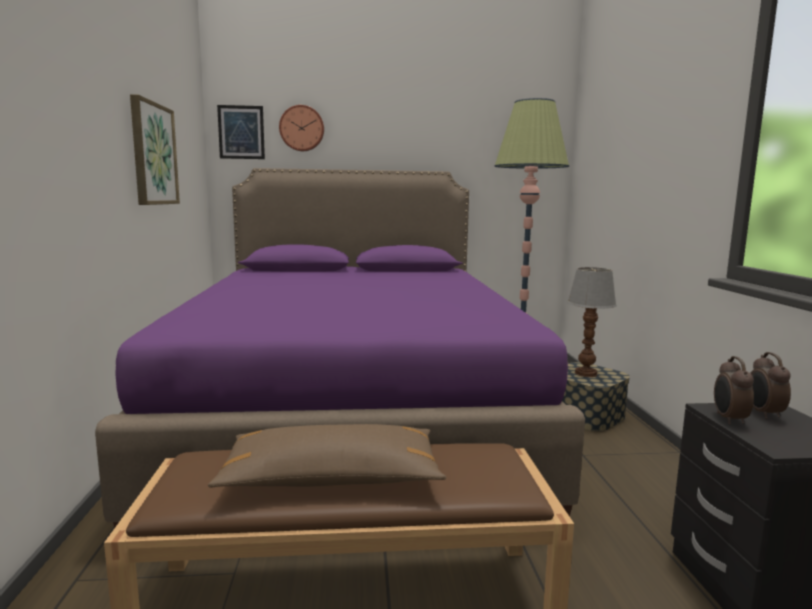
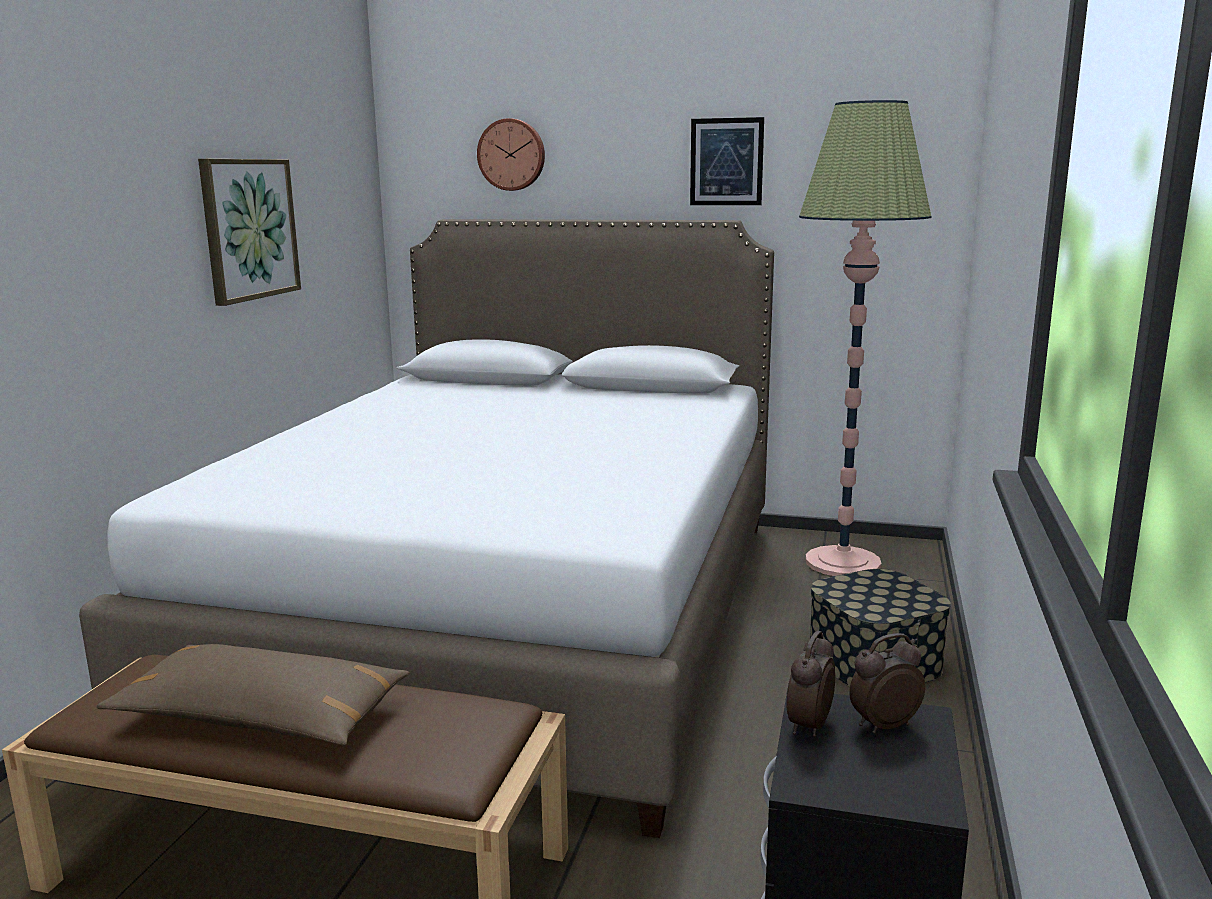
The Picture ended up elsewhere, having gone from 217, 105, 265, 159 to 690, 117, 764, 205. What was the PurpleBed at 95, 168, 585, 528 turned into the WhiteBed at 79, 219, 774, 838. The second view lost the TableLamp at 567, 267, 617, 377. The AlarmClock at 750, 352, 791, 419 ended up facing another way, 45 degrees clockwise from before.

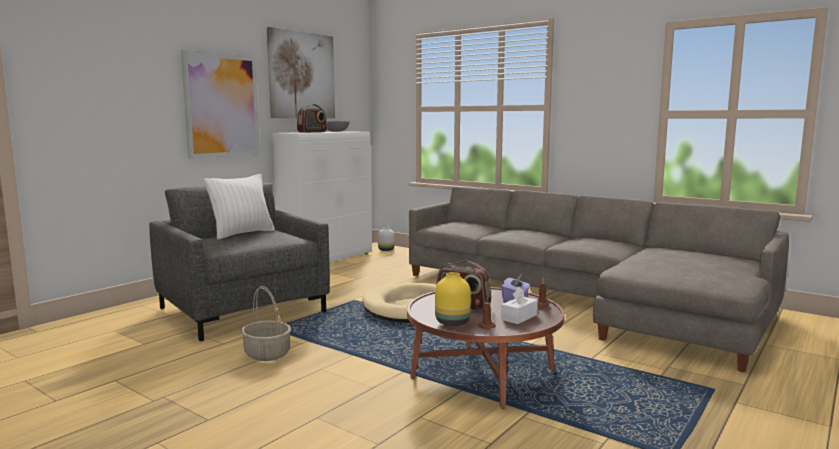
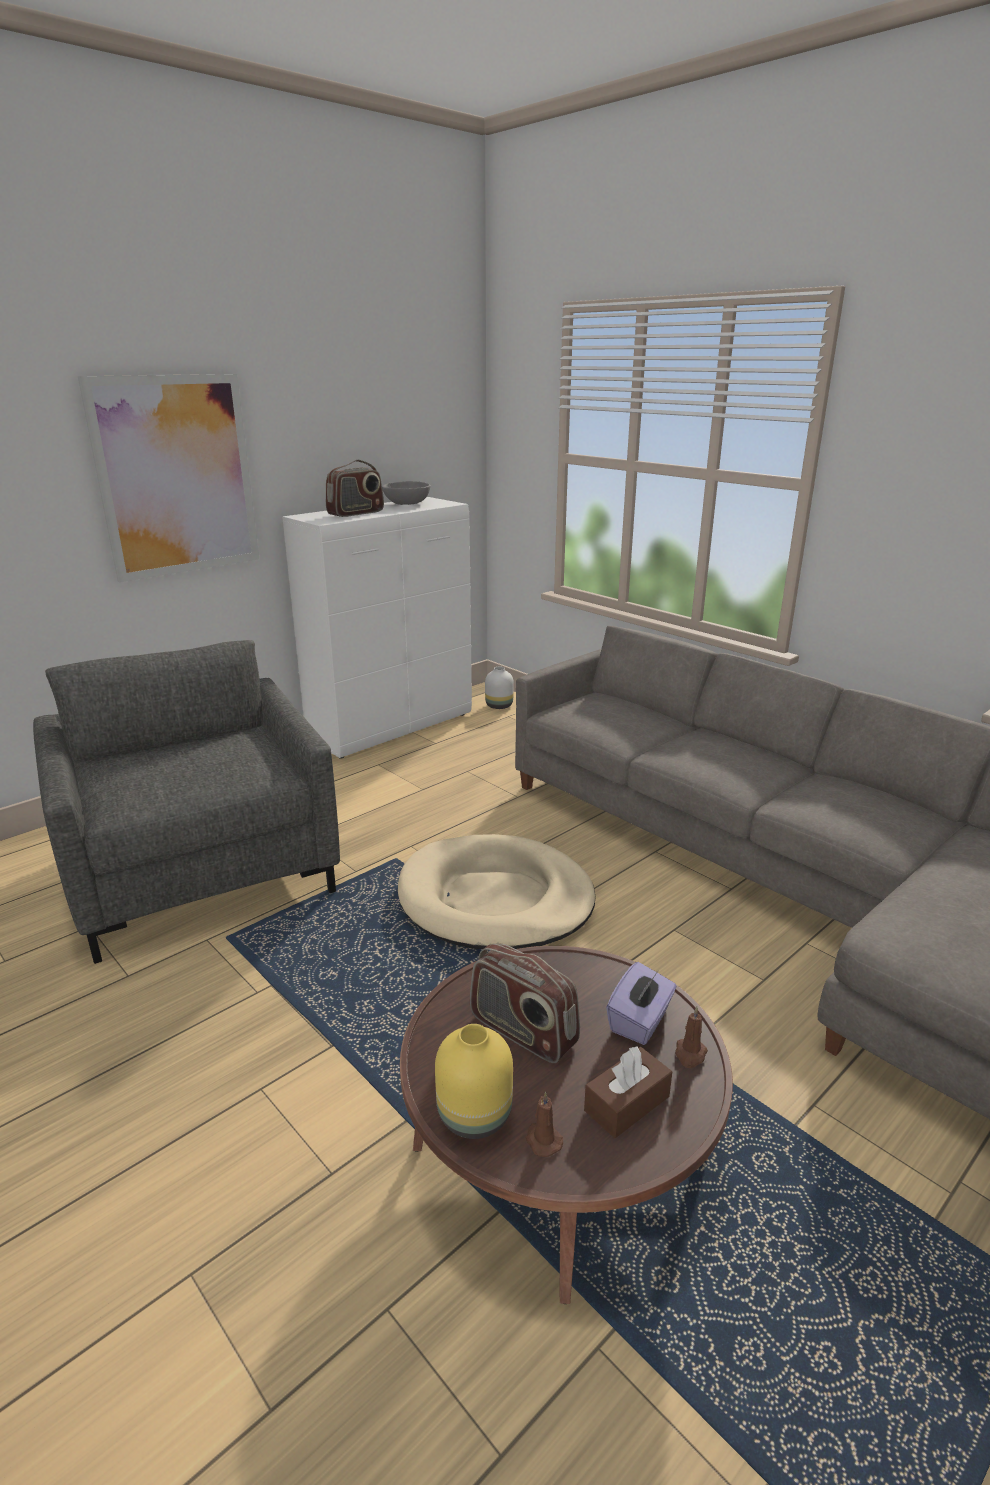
The second view lost the Picture at 267, 27, 335, 118. The second view lost the WhitePillow at 204, 174, 275, 239. The second view lost the Basket at 241, 286, 291, 361. What was the WhiteTissueBox at 501, 287, 538, 324 turned into the BrownTissueBox at 584, 1047, 672, 1138.

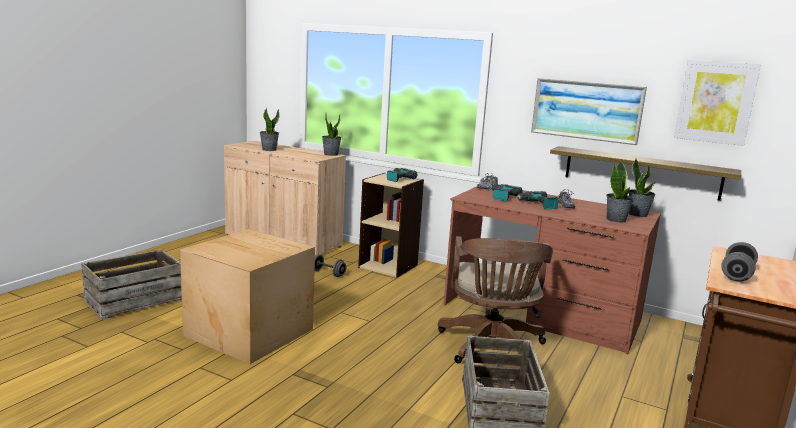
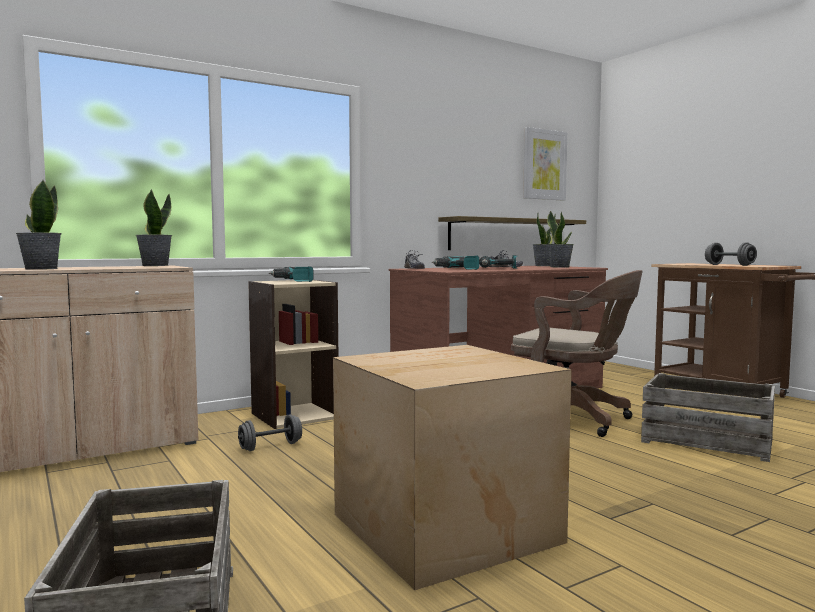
The second view lost the Picture at 531, 78, 647, 145.

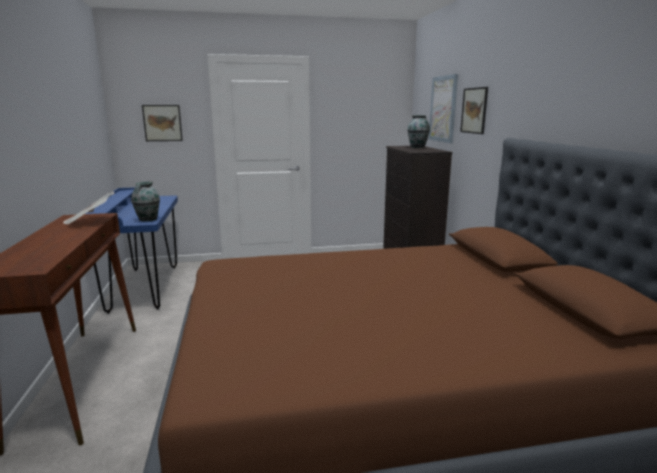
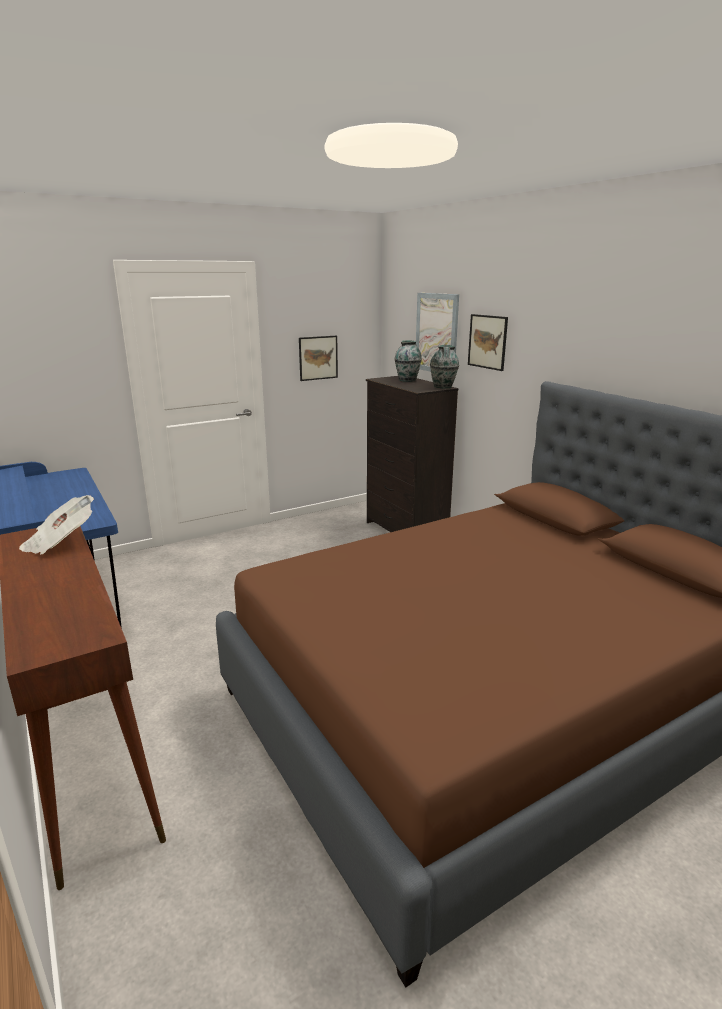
The Picture ended up elsewhere, having gone from 142, 105, 183, 141 to 299, 336, 338, 381. The Vase ended up elsewhere, having gone from 131, 181, 160, 222 to 430, 344, 459, 389.

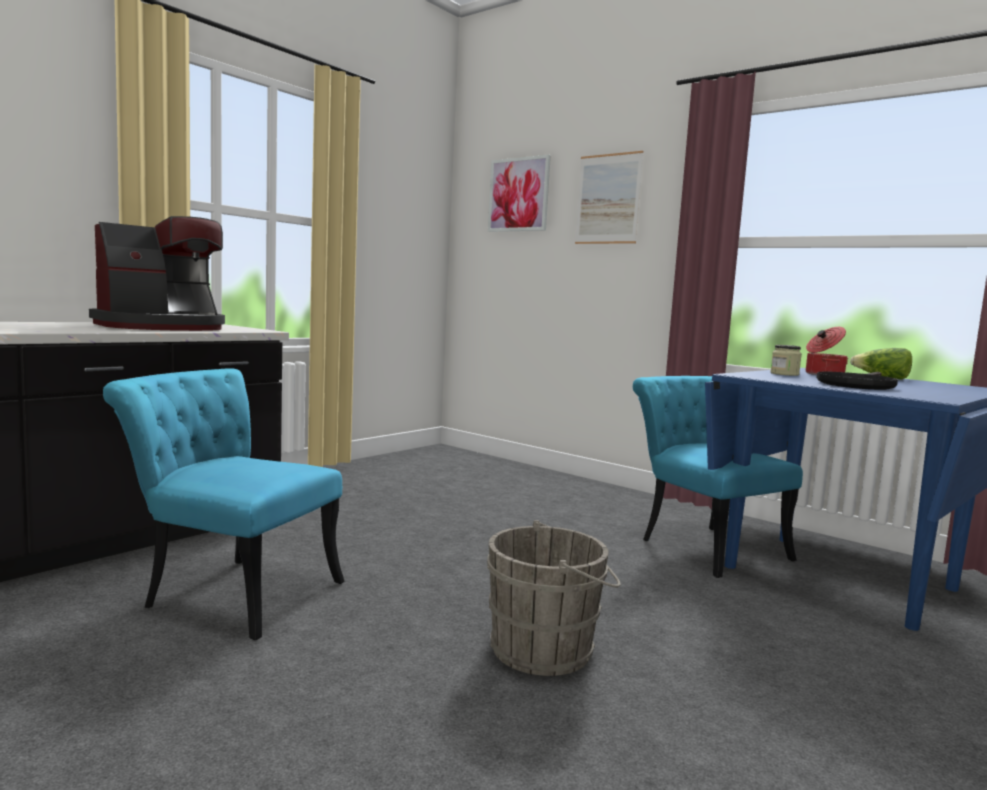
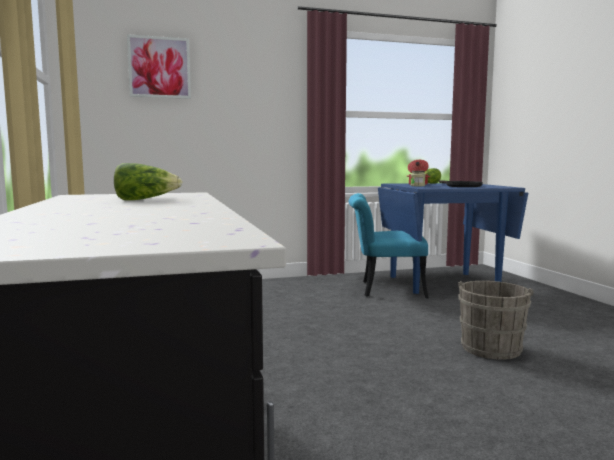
The second view lost the Picture at 575, 151, 643, 244. Where the CoffeeMachine stood at 89, 216, 225, 331, the Lettuce came to stand at 114, 163, 182, 200. The second view lost the TurquoiseChair at 103, 368, 345, 640.

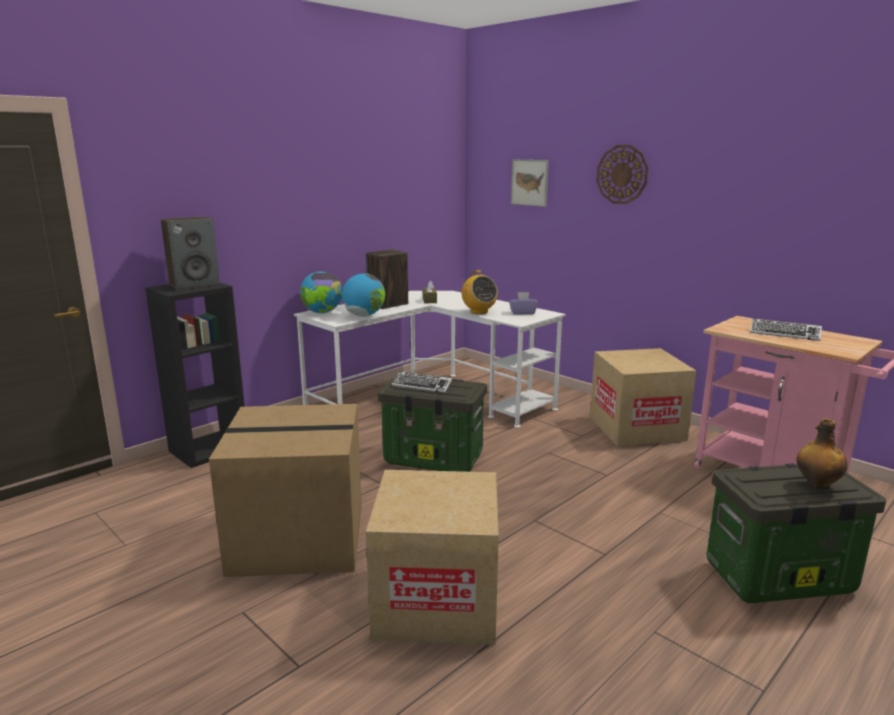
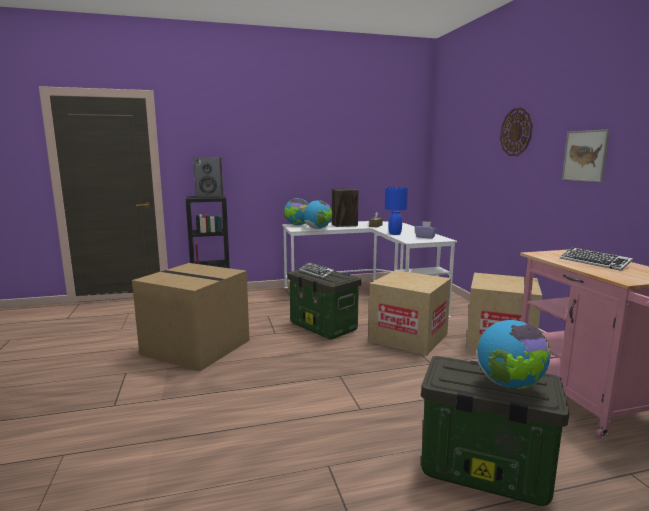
The Picture ended up elsewhere, having gone from 511, 160, 549, 207 to 562, 129, 610, 182. Where the Radio stood at 462, 270, 498, 314, the BlueTableLamp came to stand at 385, 187, 408, 235. Where the Bottle stood at 796, 418, 848, 489, the Globe came to stand at 478, 320, 551, 389. The CardboardBox ended up elsewhere, having gone from 366, 470, 499, 645 to 369, 270, 451, 356.

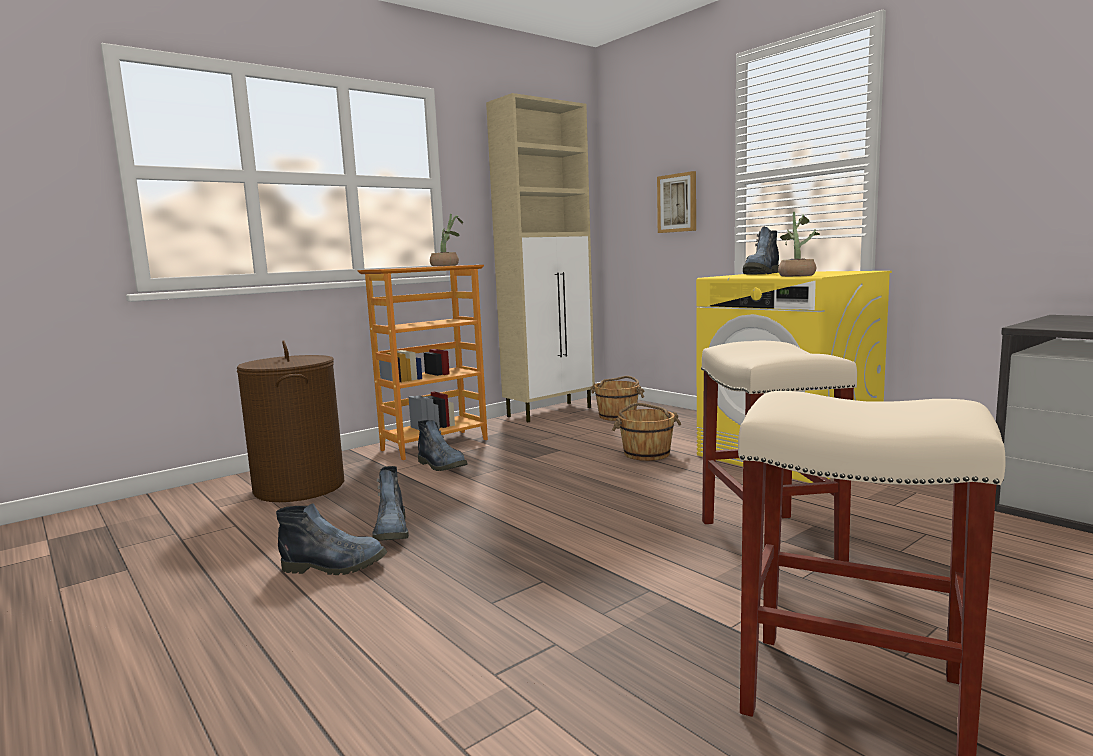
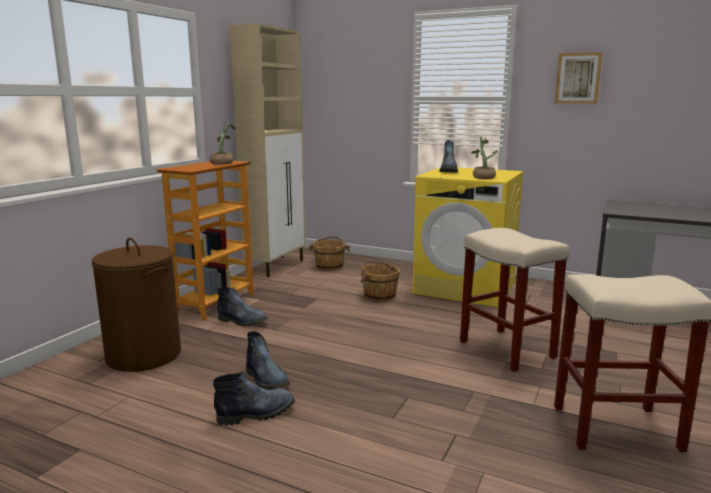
The Picture ended up elsewhere, having gone from 657, 171, 696, 233 to 555, 52, 603, 104.

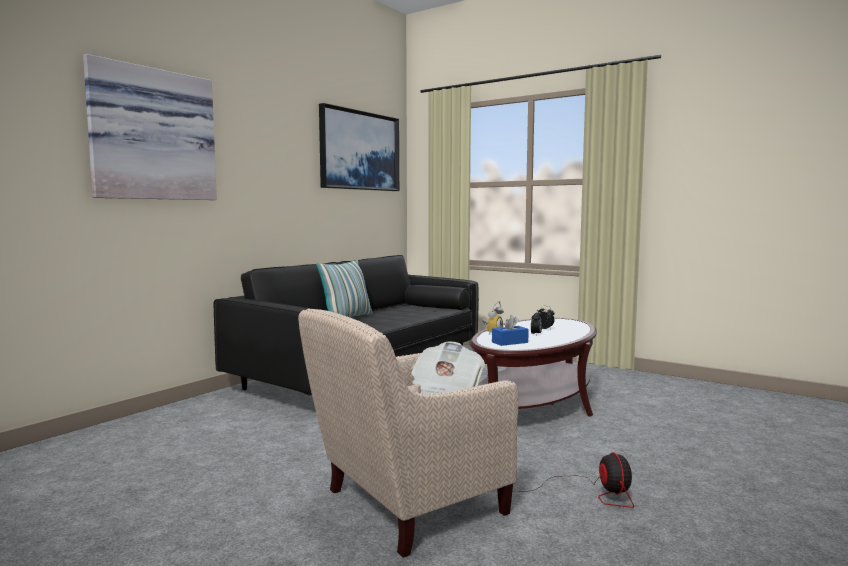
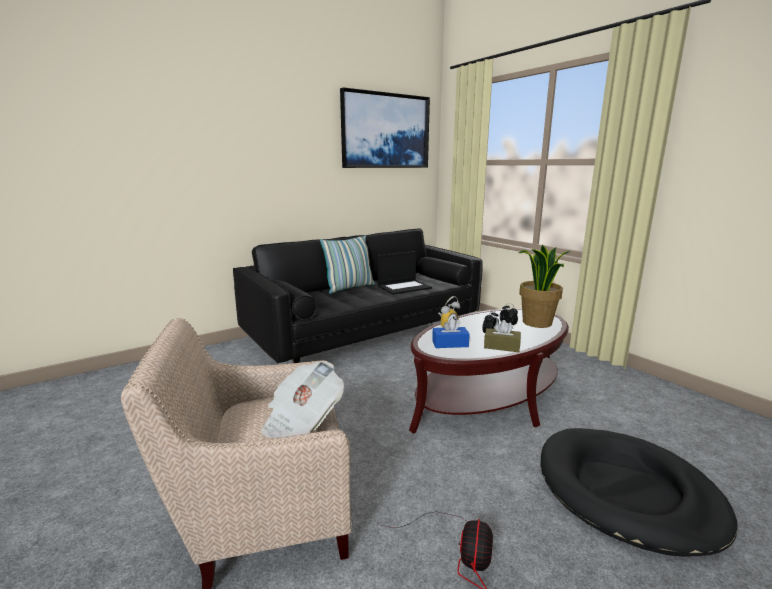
The second view lost the Picture at 83, 54, 217, 200. The second view gained the PottedPlant at 519, 245, 570, 328. The second view gained the Laptop at 378, 251, 432, 295. The second view gained the BrownTissueBox at 484, 320, 521, 352. The second view gained the BlackDogBed at 540, 428, 738, 557.

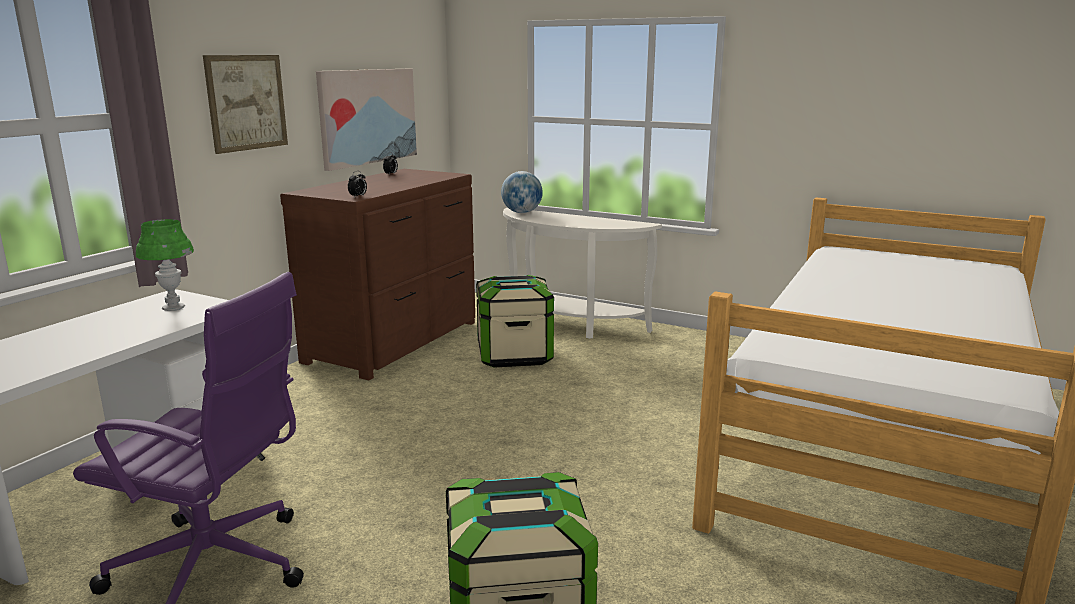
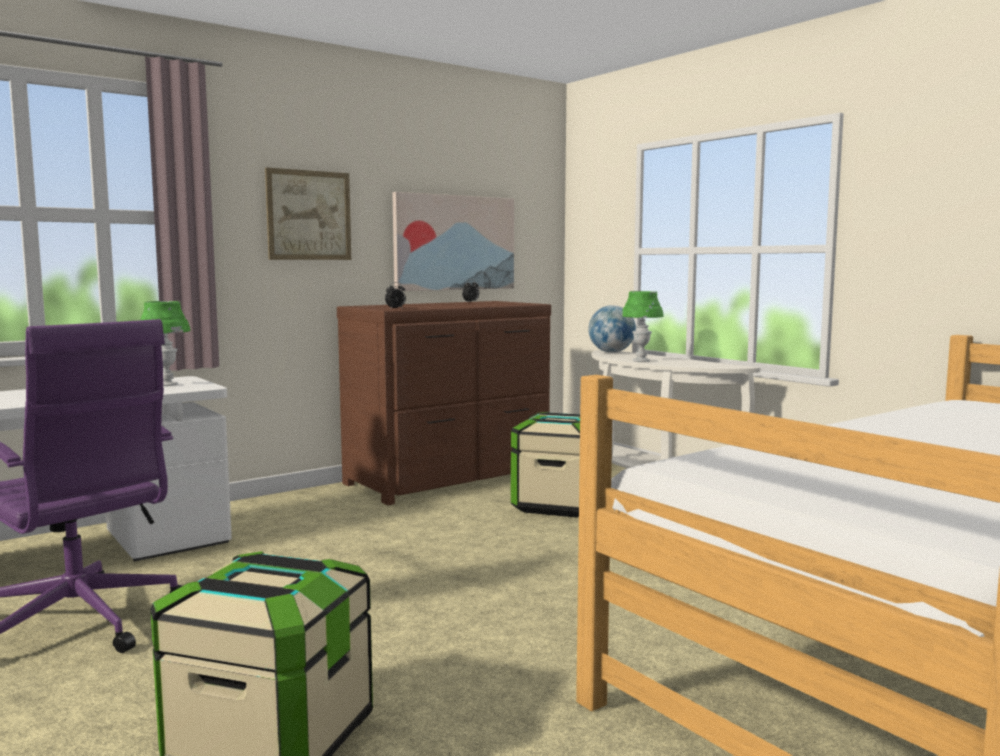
The second view gained the GreenTableLamp at 621, 291, 664, 362.

